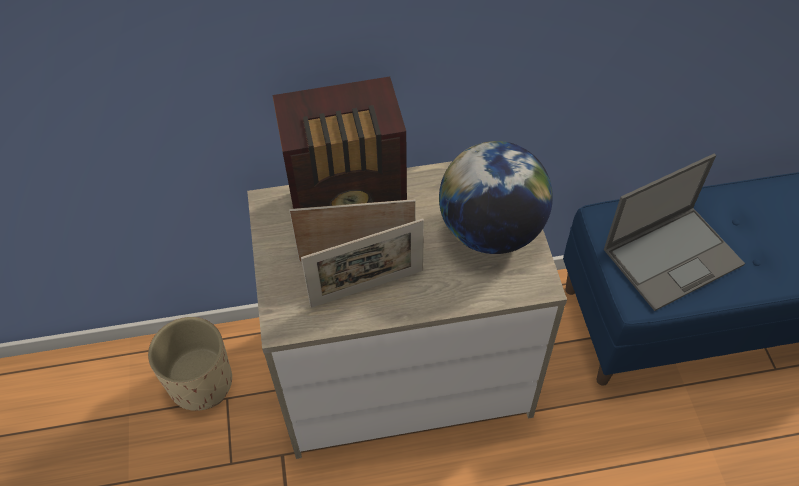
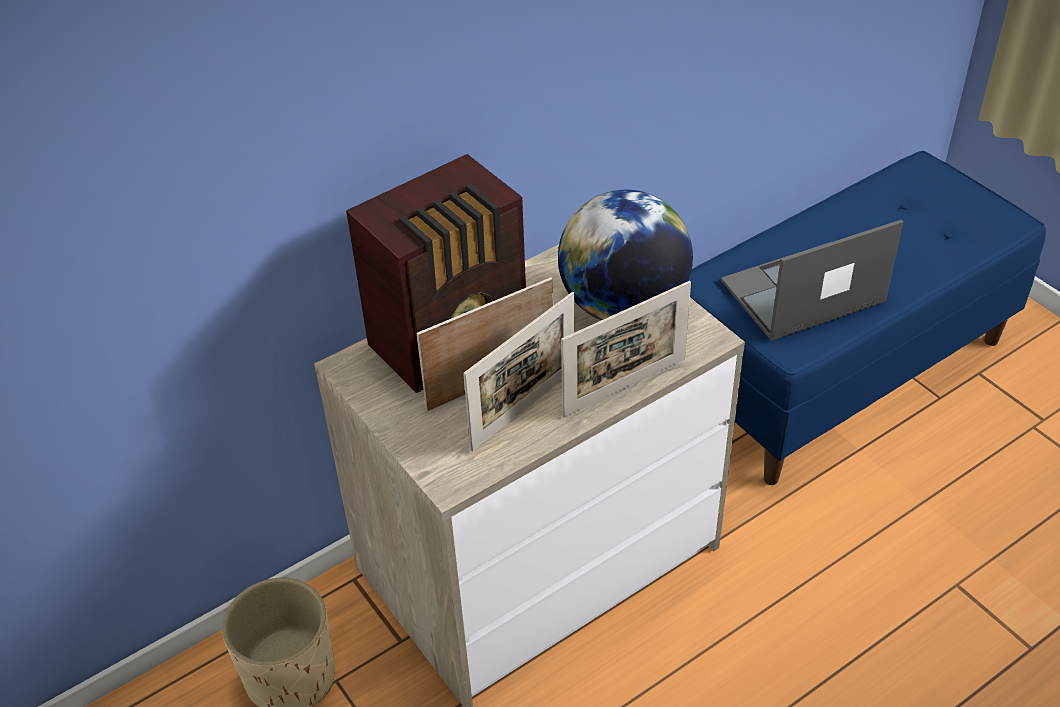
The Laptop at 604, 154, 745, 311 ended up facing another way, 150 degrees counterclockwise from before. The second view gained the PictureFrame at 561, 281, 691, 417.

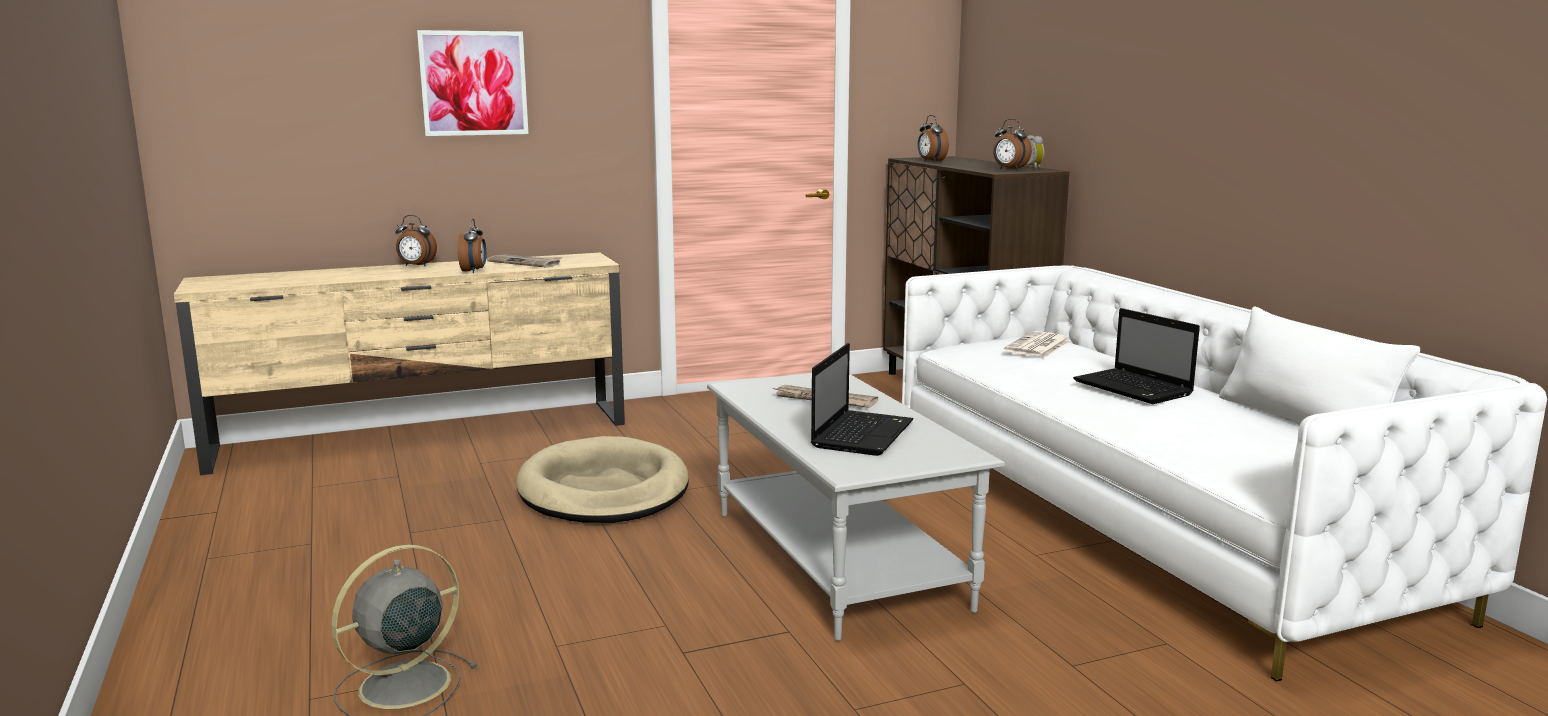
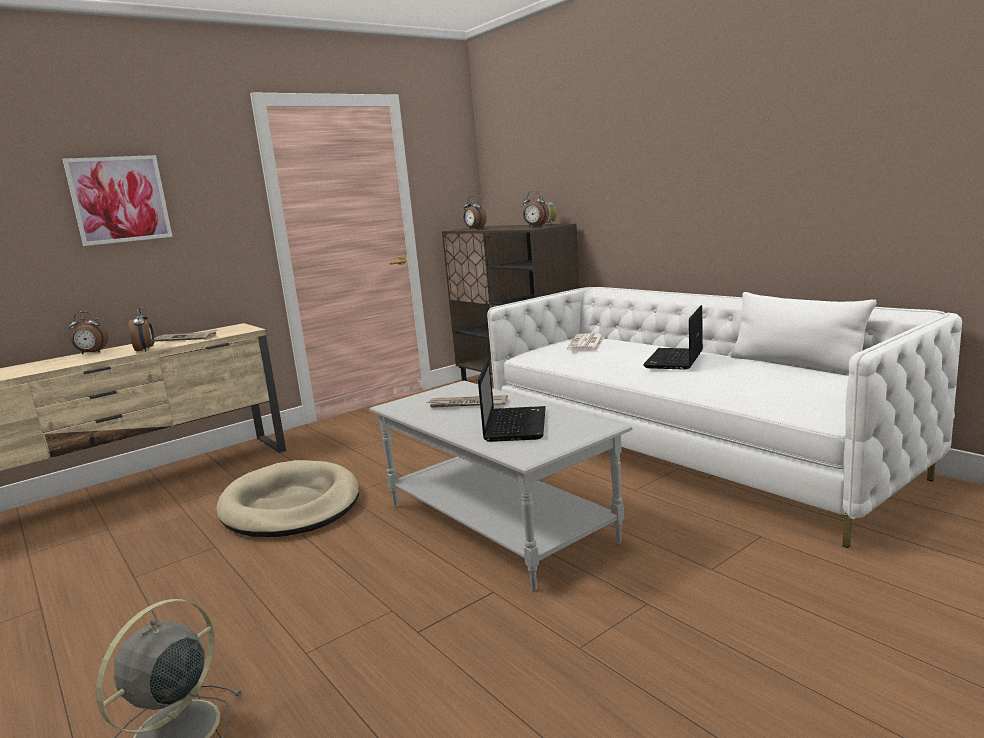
The Laptop at 1073, 308, 1200, 404 ended up facing another way, 75 degrees clockwise from before.

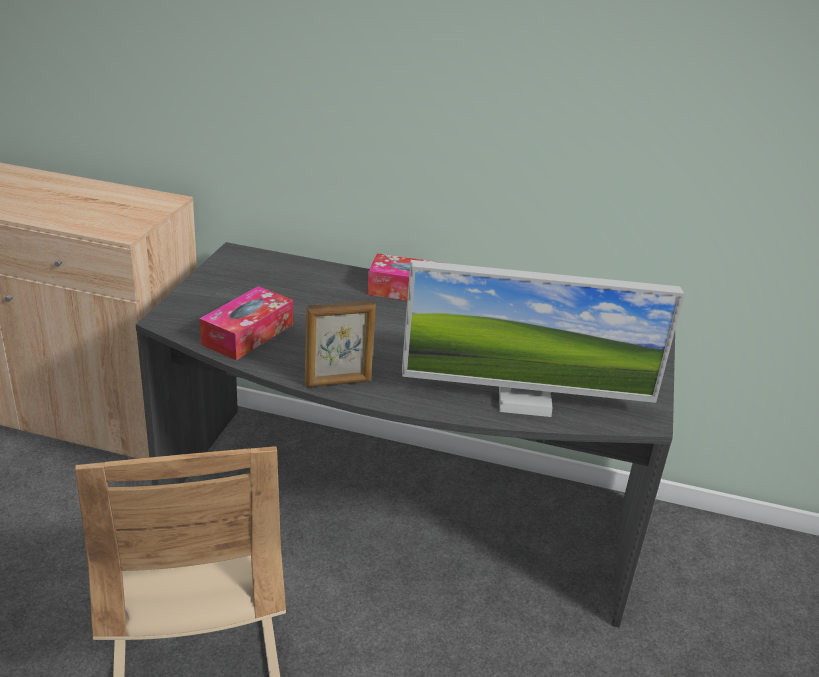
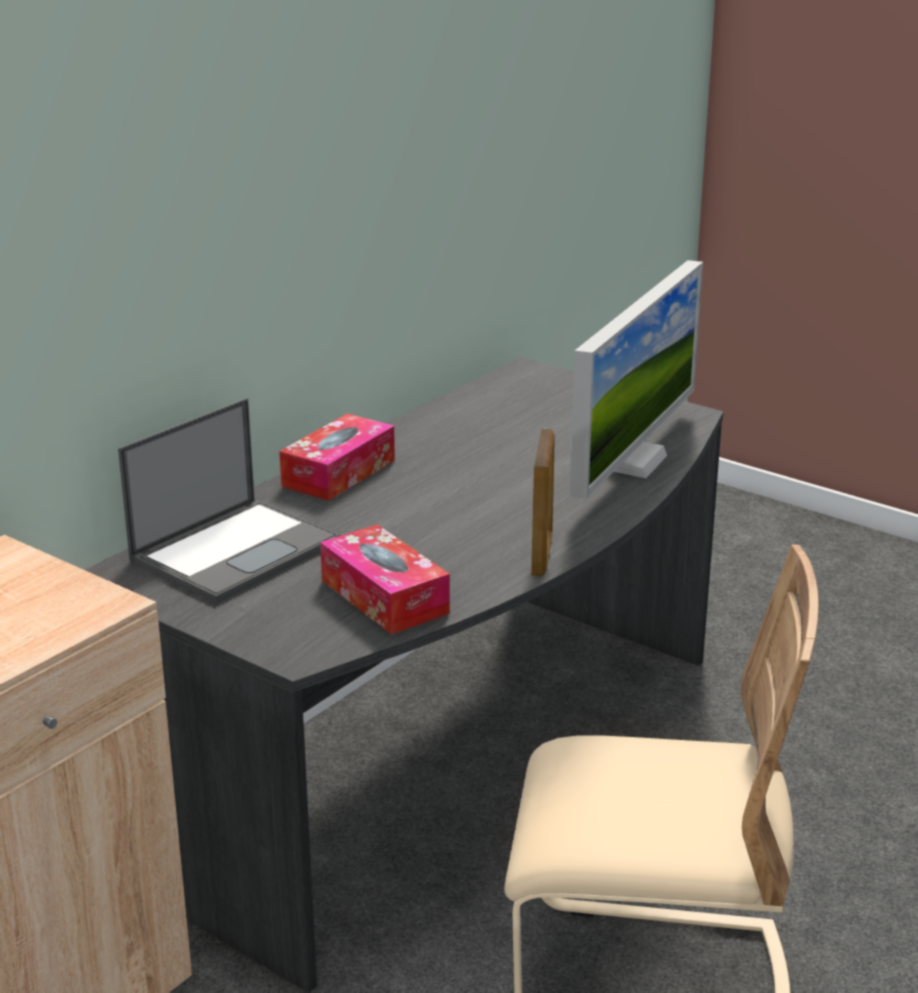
The second view gained the Laptop at 118, 398, 340, 603.

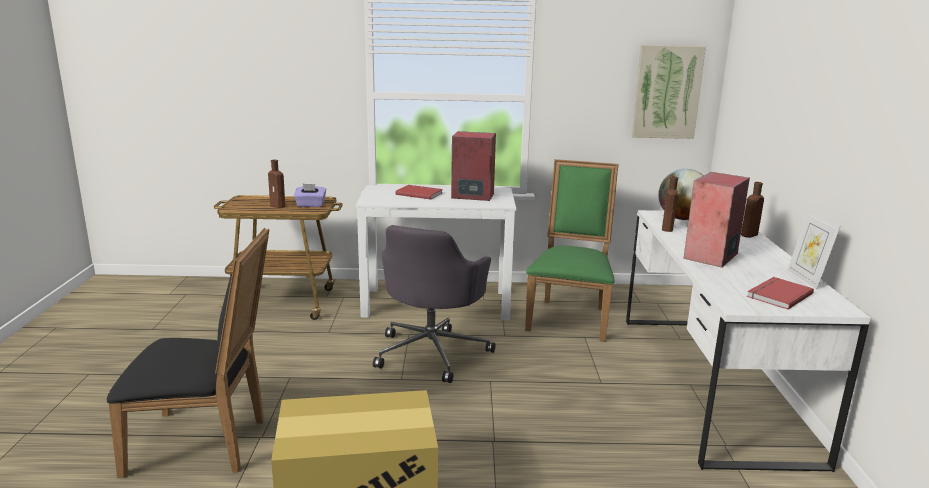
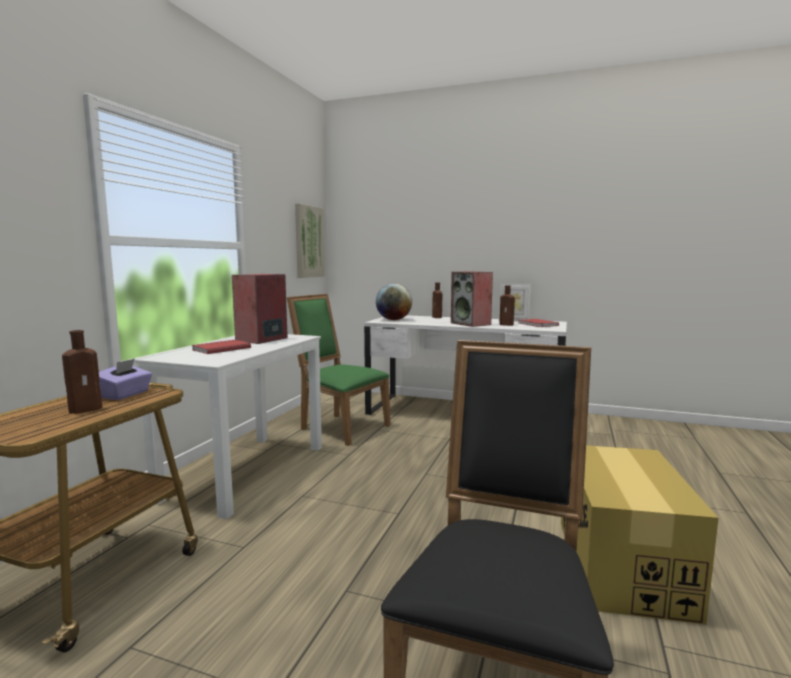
The BrownBottle ended up elsewhere, having gone from 662, 176, 678, 232 to 500, 285, 515, 326. The second view lost the GreyOfficeChair at 373, 225, 495, 383.

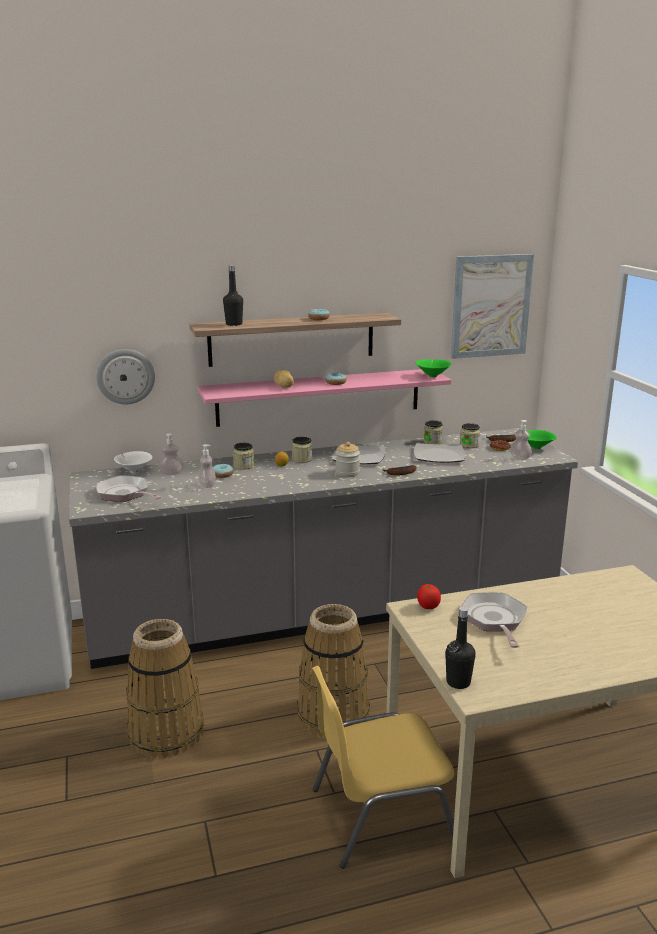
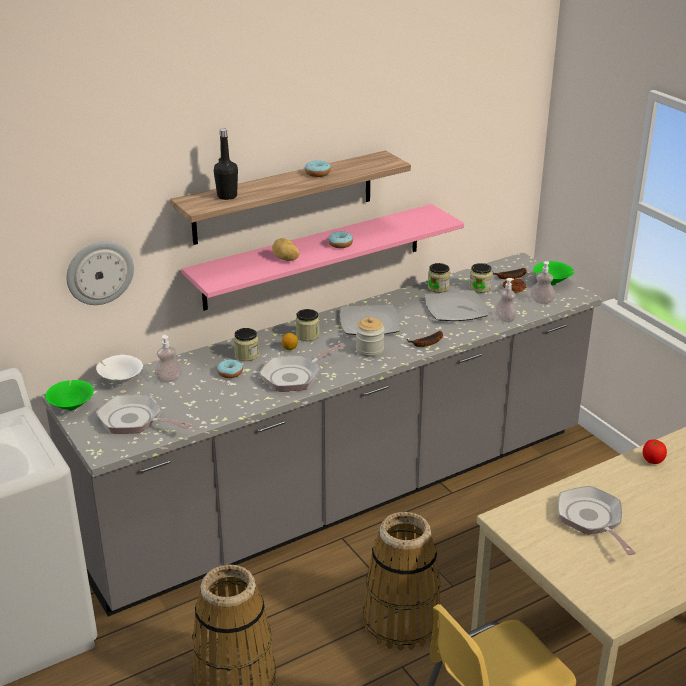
The second view lost the Picture at 451, 254, 534, 359. The GreenBowl ended up elsewhere, having gone from 416, 359, 451, 377 to 45, 380, 94, 411. The SoapDispenser ended up elsewhere, having gone from 199, 444, 216, 488 to 496, 278, 517, 322. The Tomato ended up elsewhere, having gone from 417, 584, 441, 609 to 643, 439, 667, 464. The second view lost the BlackBottle at 445, 607, 476, 689. The second view gained the FryingPan at 259, 343, 346, 392.

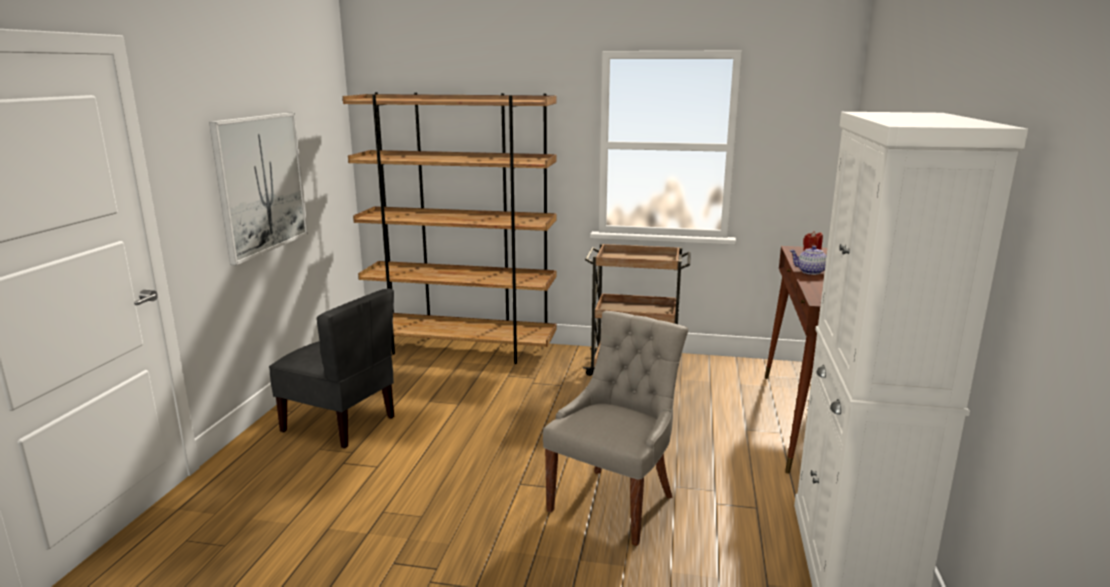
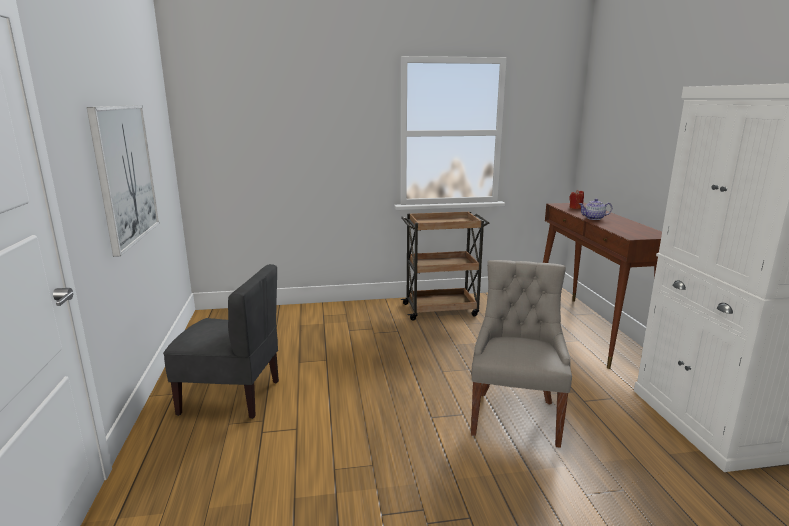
The second view lost the BrownBookcase at 343, 92, 557, 364.

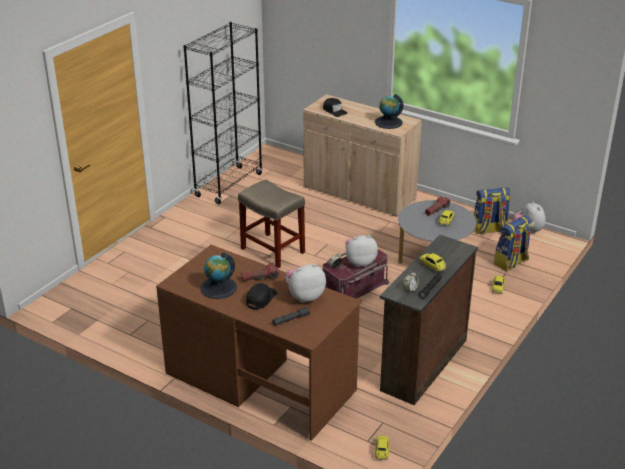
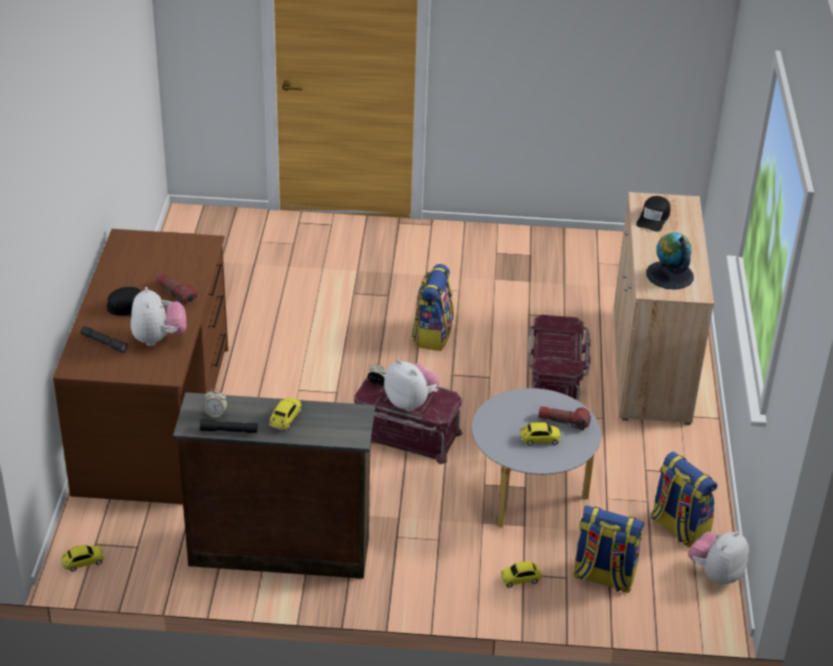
The second view lost the BlackBookcase at 183, 22, 263, 204. Where the BeigeStool stood at 238, 180, 305, 268, the Backpack came to stand at 412, 264, 454, 351. The second view lost the Globe at 200, 253, 237, 299. The PlushToy at 285, 264, 326, 303 ended up facing another way, 45 degrees clockwise from before. The second view gained the RedStorageBox at 528, 315, 590, 401.

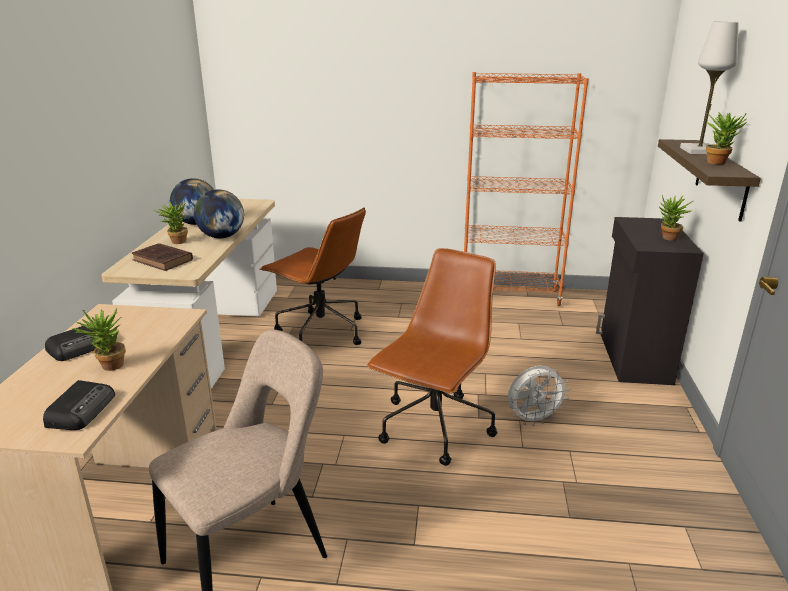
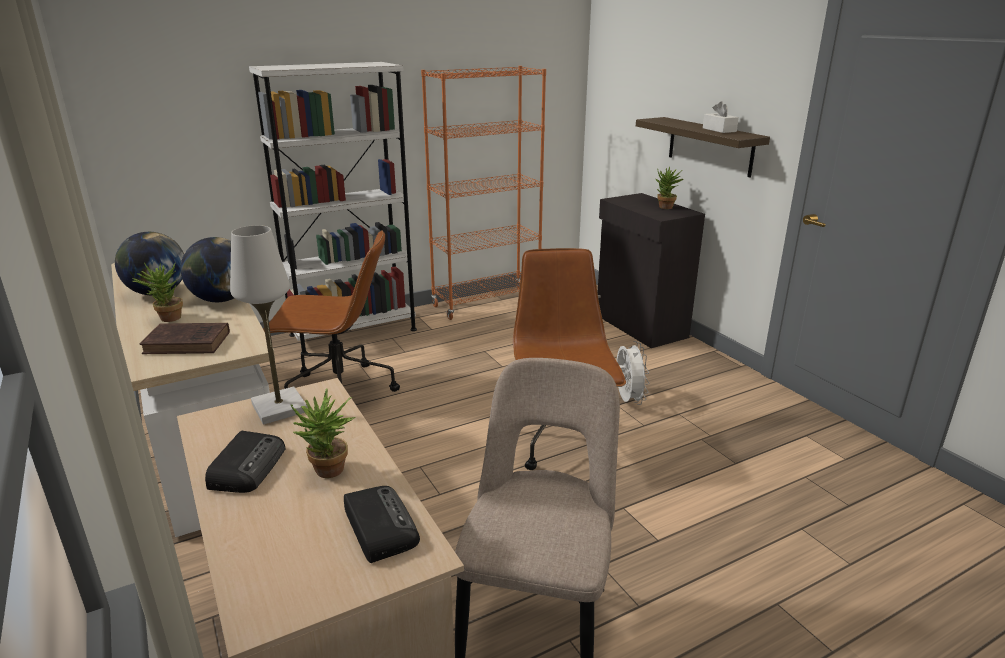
The WhiteTableLamp ended up elsewhere, having gone from 680, 22, 739, 154 to 230, 225, 308, 424. Where the PottedPlant stood at 706, 112, 747, 165, the WhiteTissueBox came to stand at 703, 101, 739, 133. The WhiteFan at 508, 366, 570, 426 ended up facing another way, 45 degrees counterclockwise from before. The second view gained the WhiteBookcase at 249, 62, 417, 354.

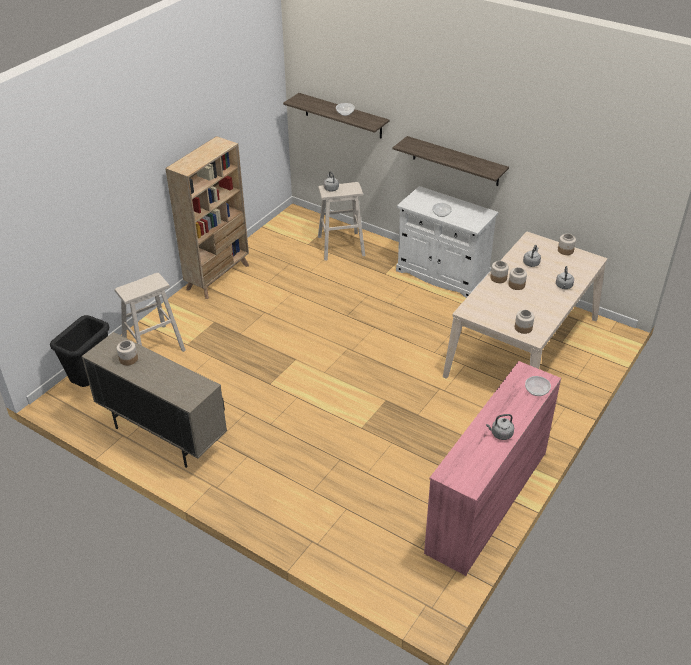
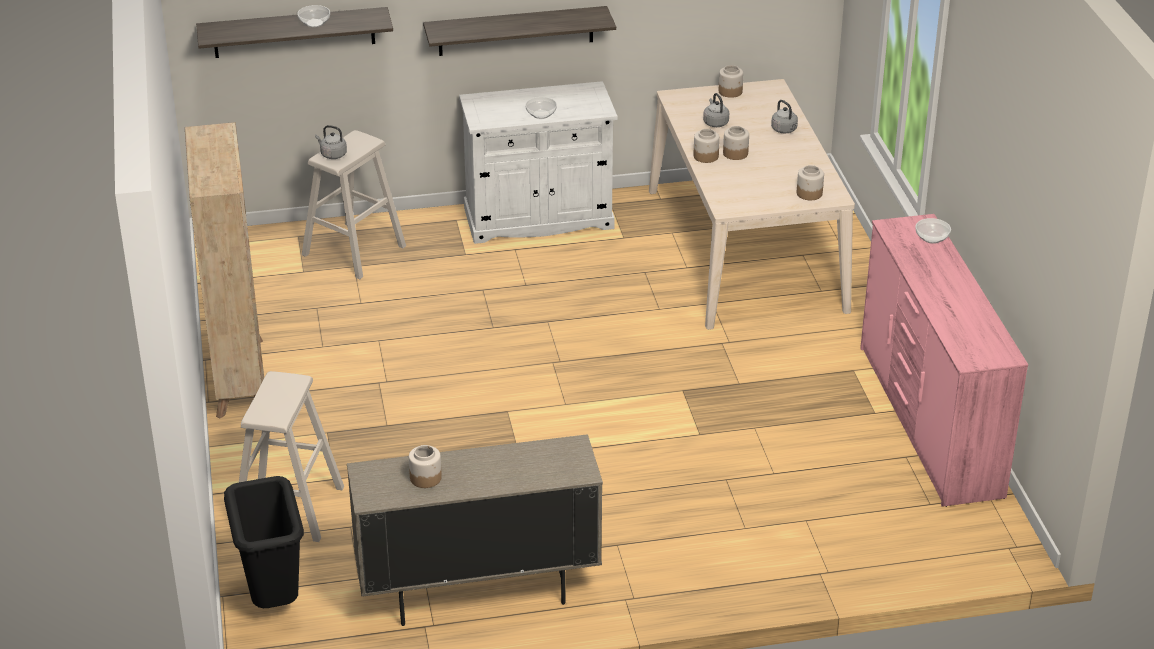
The second view lost the GreyKettle at 486, 414, 514, 440.

